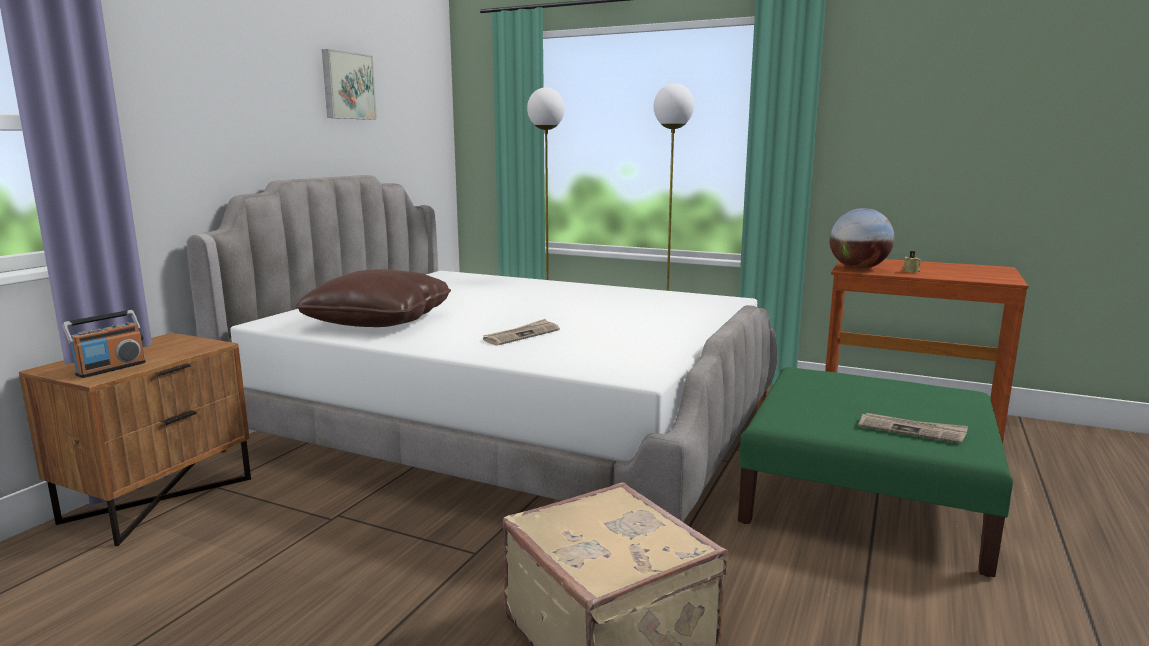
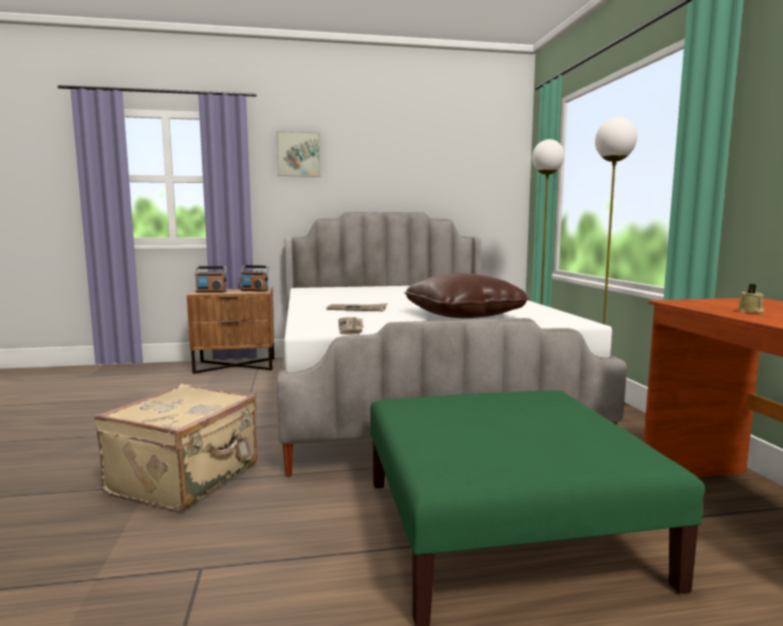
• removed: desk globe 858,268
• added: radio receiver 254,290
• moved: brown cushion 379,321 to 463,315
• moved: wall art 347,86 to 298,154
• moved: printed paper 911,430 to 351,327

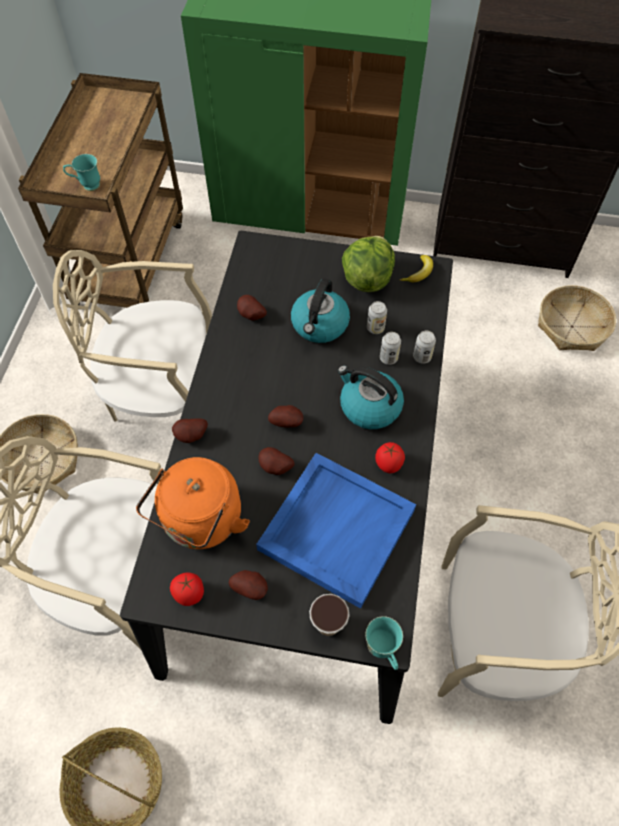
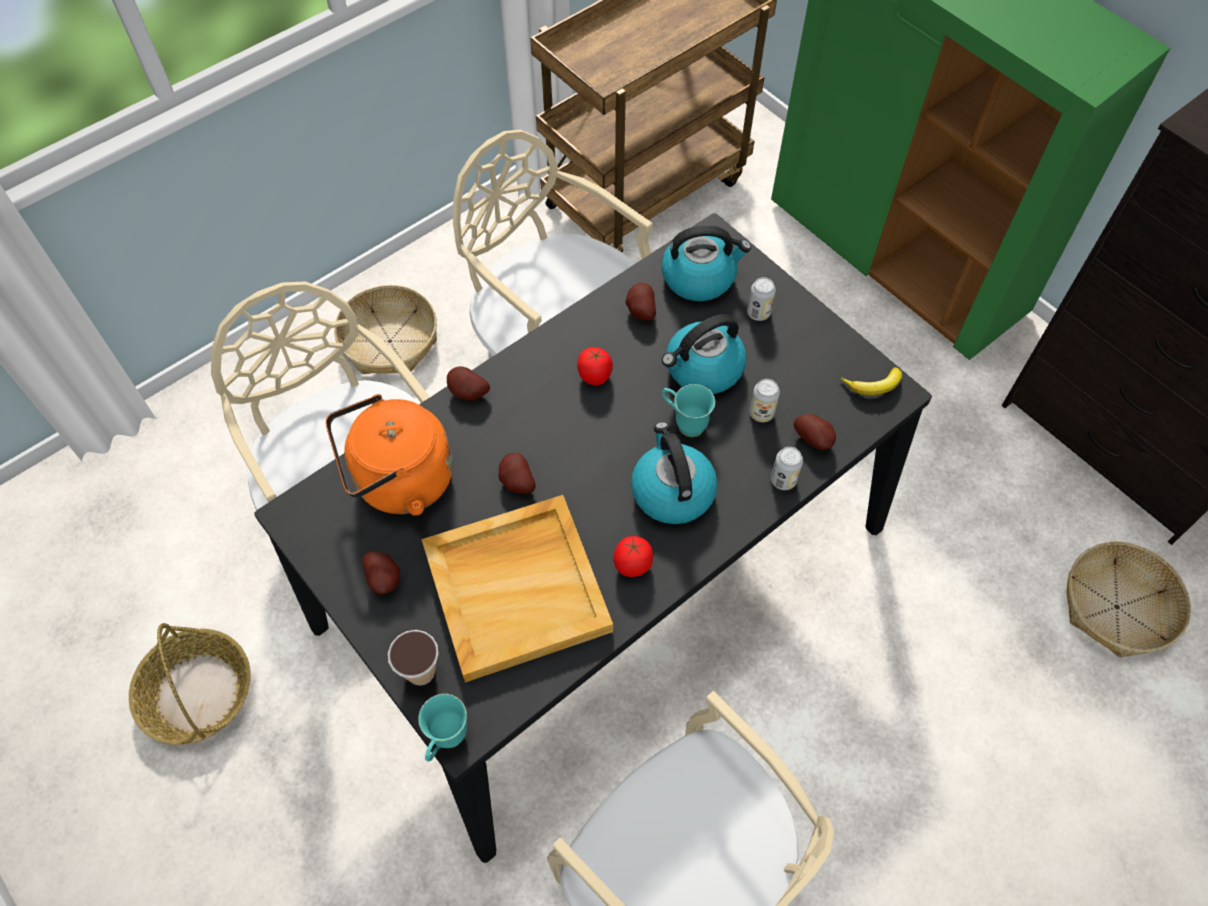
• removed: head of lettuce 367,279
• added: water kettle 699,277
• moved: turquoise tea mug 87,186 to 684,423
• moved: fresh tomato 189,593 to 594,376
• moved: spud 287,421 to 814,439
• moved: sealed can 388,358 to 758,313
• recoloured: blue carrying tray 336,528 to beige-coloured carrying tray 517,587

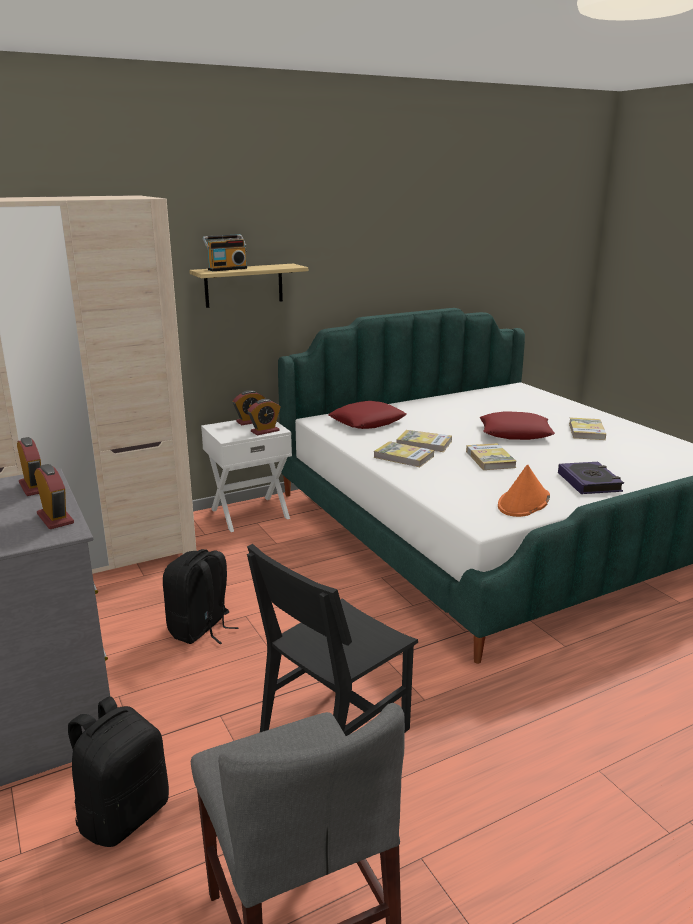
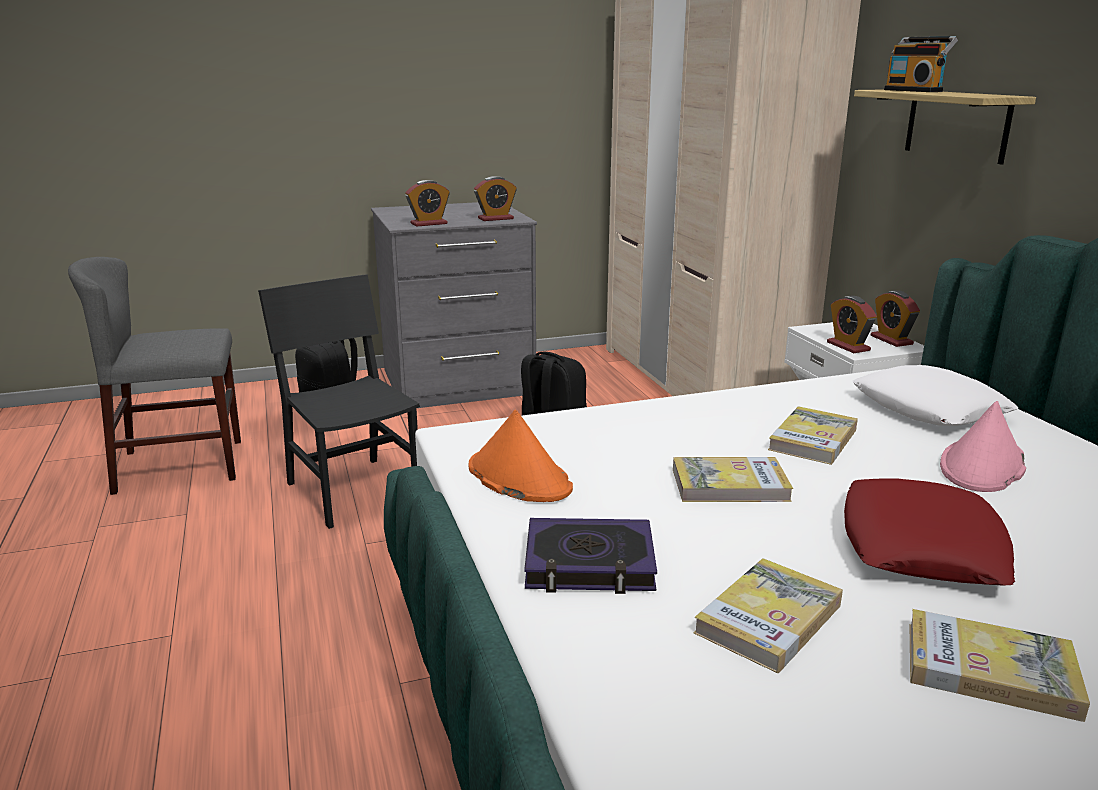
• added: pink clothing hat 982,466
• moved: bound book 403,457 to 768,619
• recoloured: red cushion 367,422 to white cushion 929,408

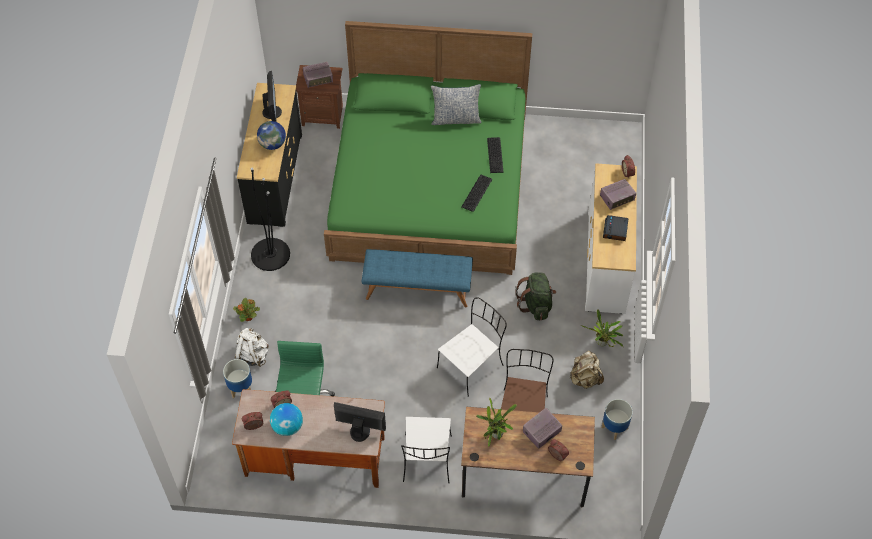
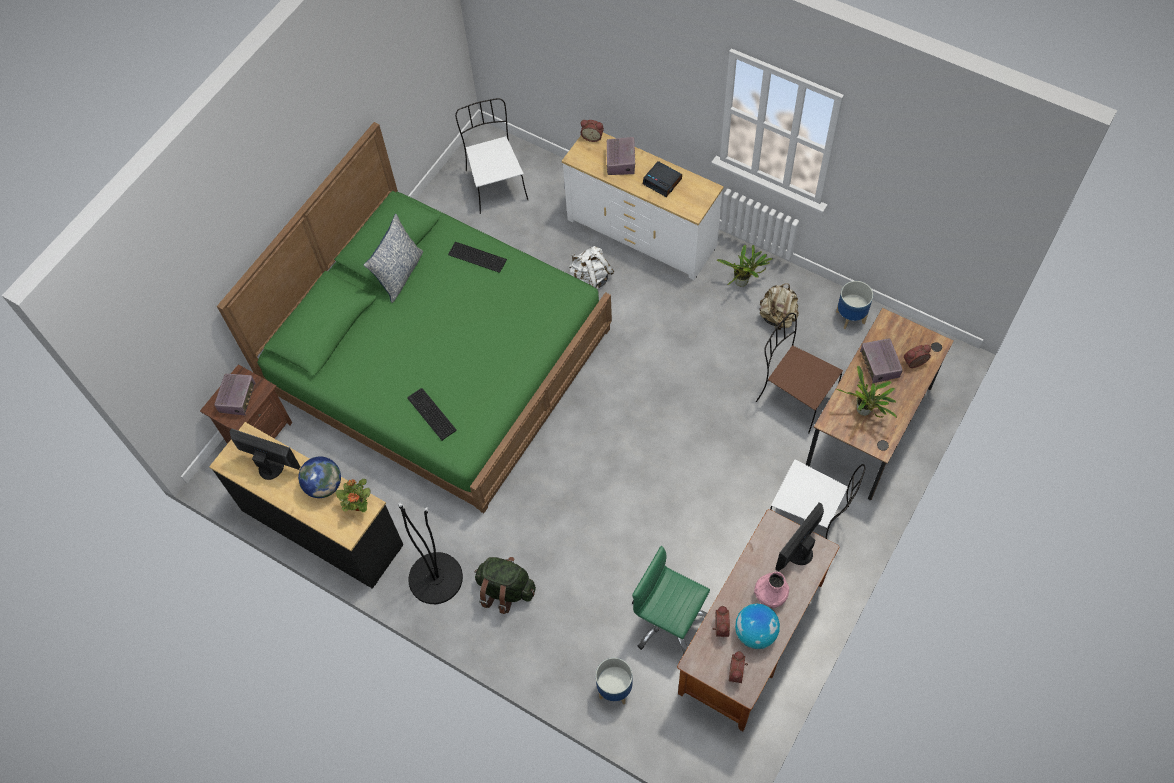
• removed: blue bench 418,288
• added: pink decorative vase 770,595
• moved: plant in a pot 248,317 to 358,505
• moved: white rucksack 253,355 to 591,278
• moved: white upright chair 471,365 to 496,184
• moved: PC keyboard 475,193 to 431,415
• moved: greenish rucksack 536,304 to 505,590

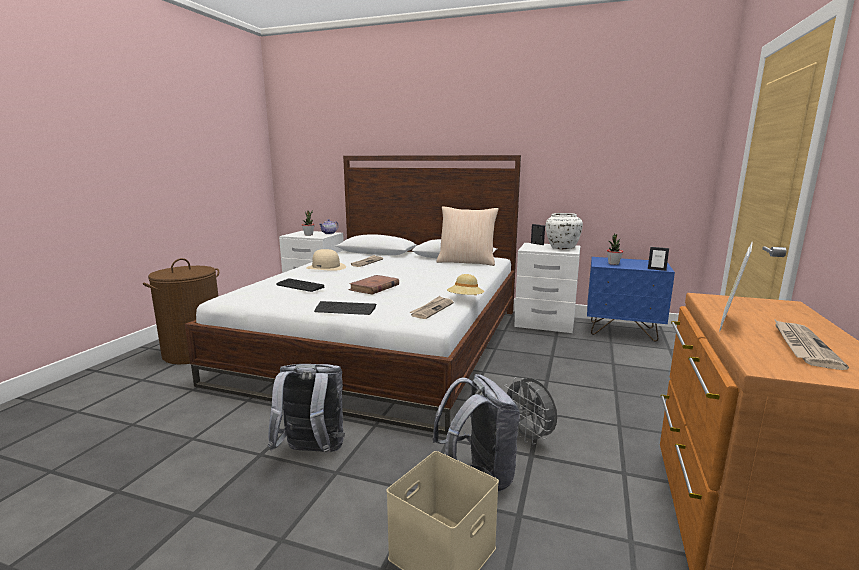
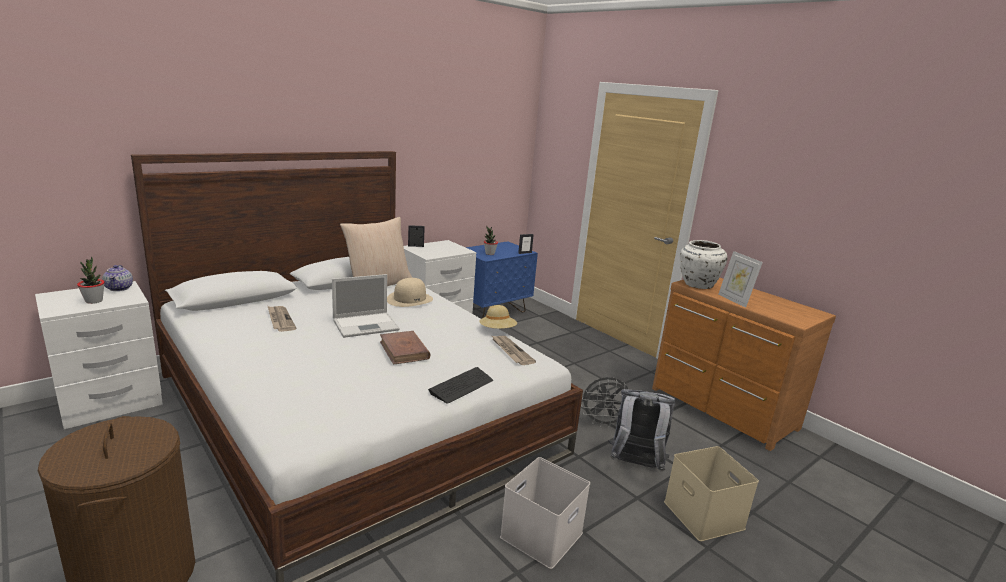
• removed: PC keyboard 299,286
• removed: printed paper 802,346
• added: notebook computer 367,325
• moved: beige-coloured clothing hat 326,267 to 410,299
• moved: white decorative vase 562,248 to 696,284
• replaced: grey rucksack 312,453 to white storage bin 542,536

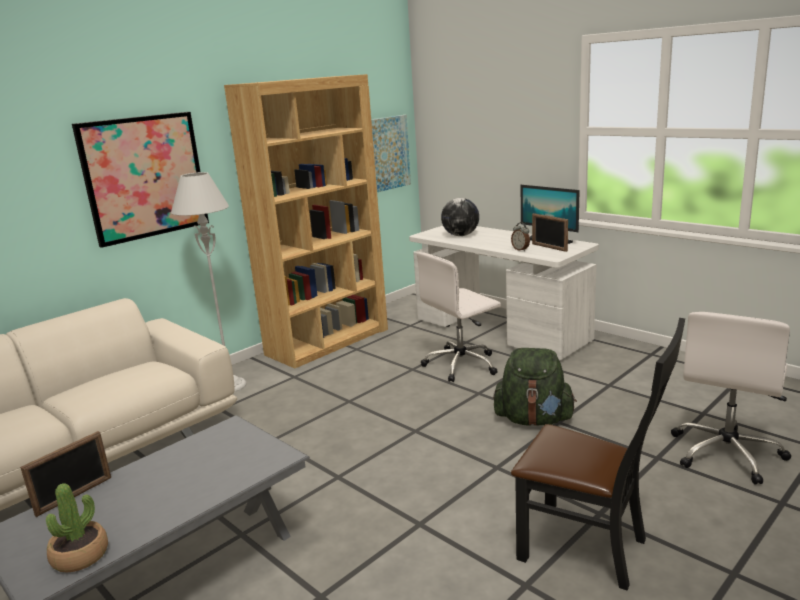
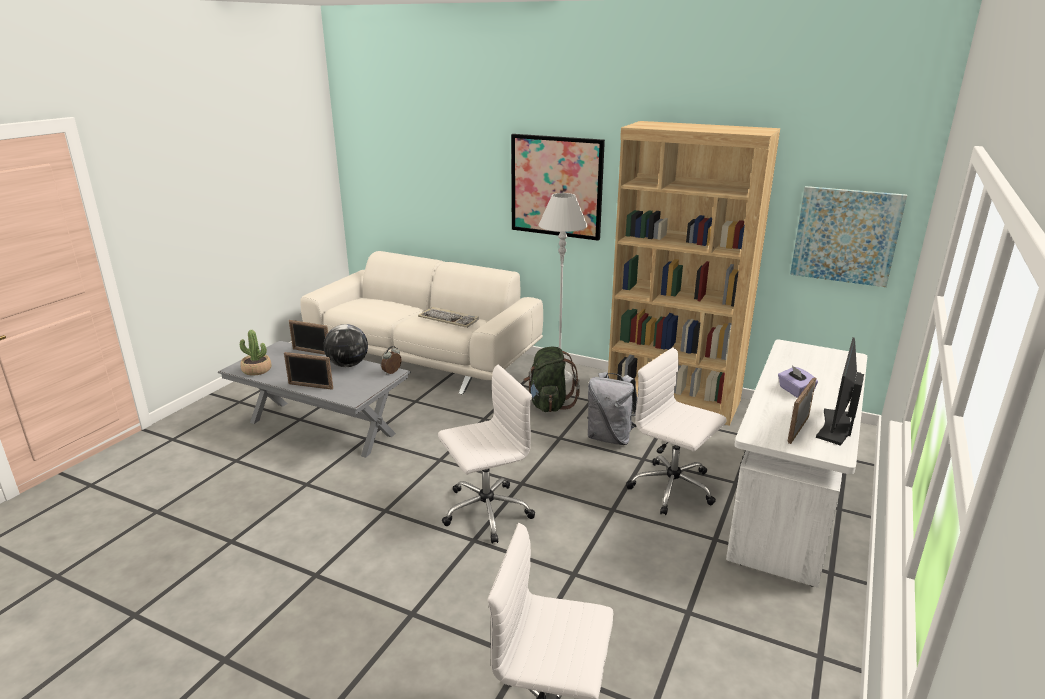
• removed: black-coloured upright chair 590,549
• added: photo frame 310,386
• added: PC keyboard 449,319
• added: white office chair 485,512
• added: grey rucksack 610,438
• added: purple box of tissues 795,391
• moved: desk globe 460,235 to 347,365
• moved: greenish rucksack 533,419 to 549,404
• moved: table clock 521,249 to 392,372

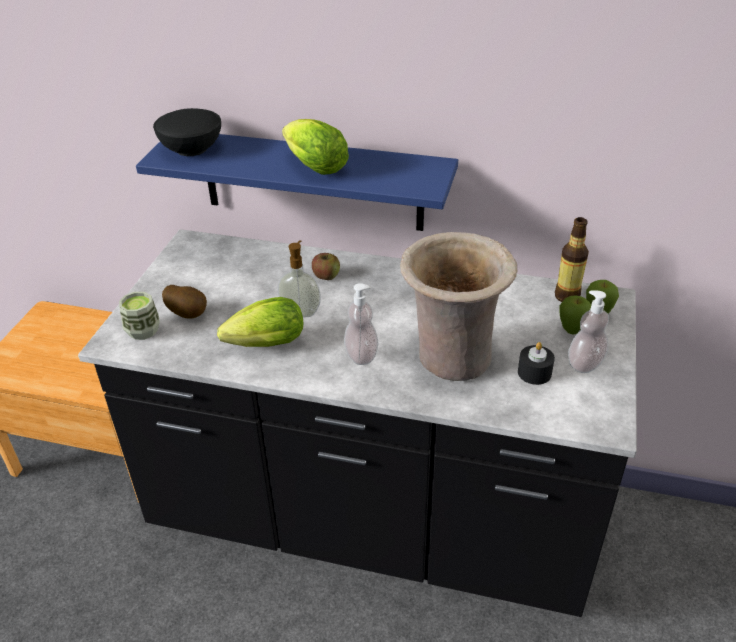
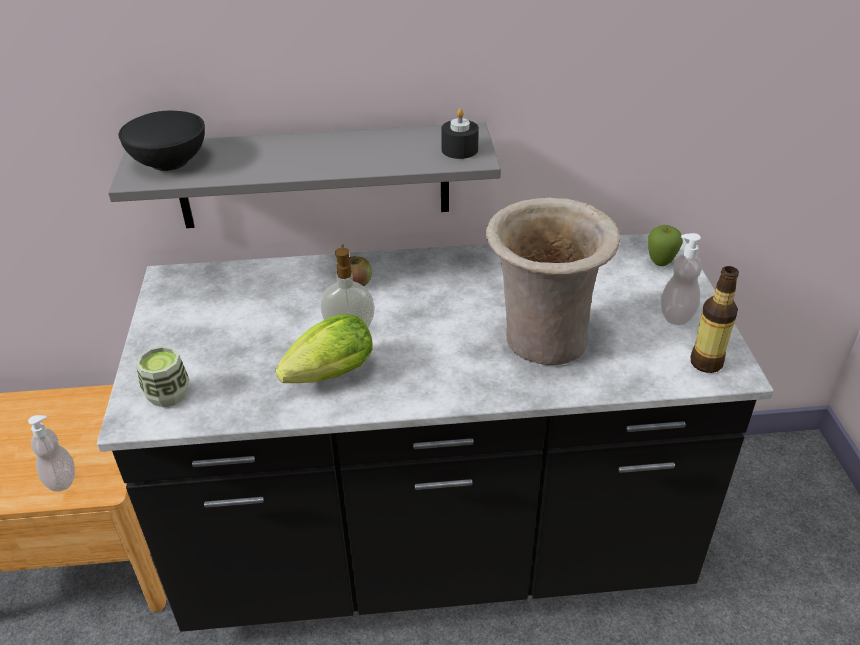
• removed: spud 189,313
• removed: head of lettuce 312,166
• removed: apple 571,331
• moved: soap dispenser 361,355 to 61,480
• moved: black-coloured wax light 534,373 to 459,150
• moved: drink bottle 567,296 to 706,363
• recoloured: blue wall shelf 312,180 to grey wall shelf 314,176

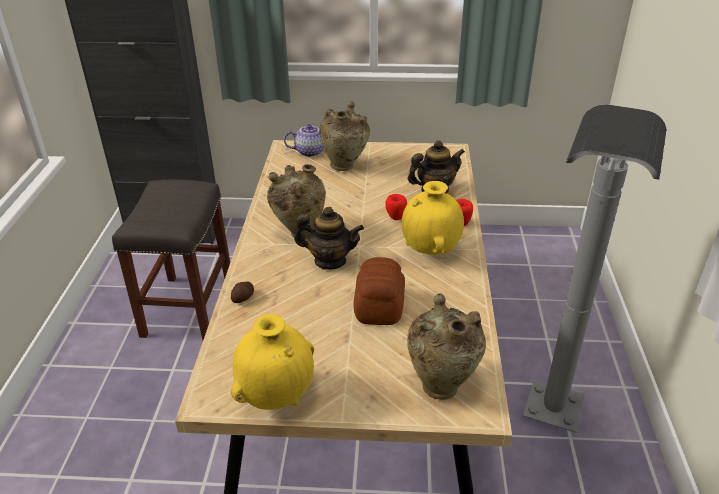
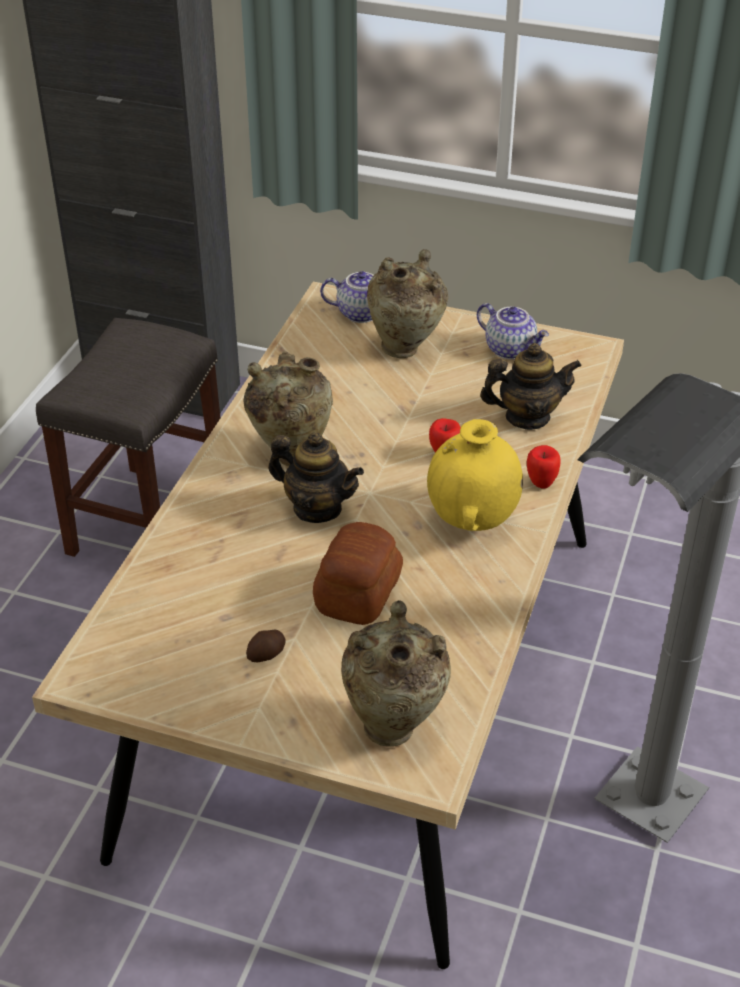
• removed: yellow-coloured decorative vase 277,396
• added: teapot 511,349
• moved: spud 244,298 to 267,654

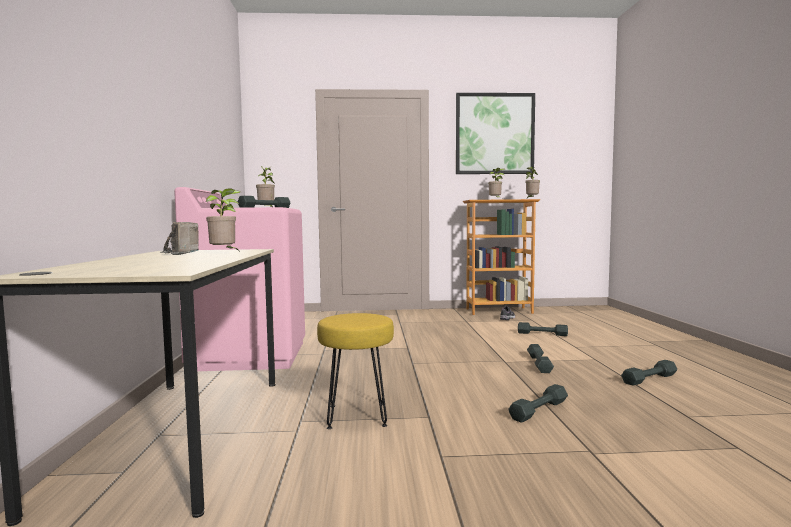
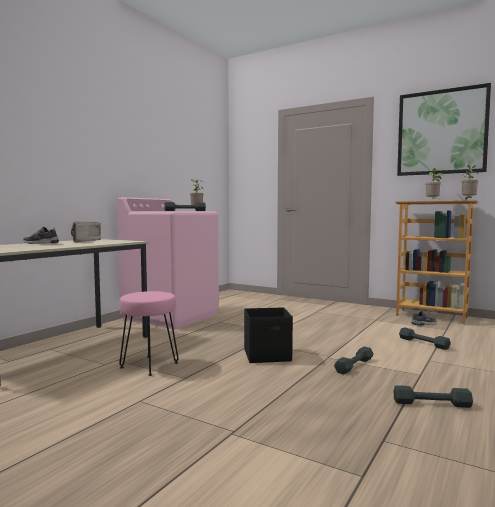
• removed: plant in a pot 225,253
• removed: grey hand weight 538,410
• added: shoe 41,243
• added: black-coloured storage bin 268,355
• recoloured: yellow-coloured stool 358,415 to pink stool 149,365

